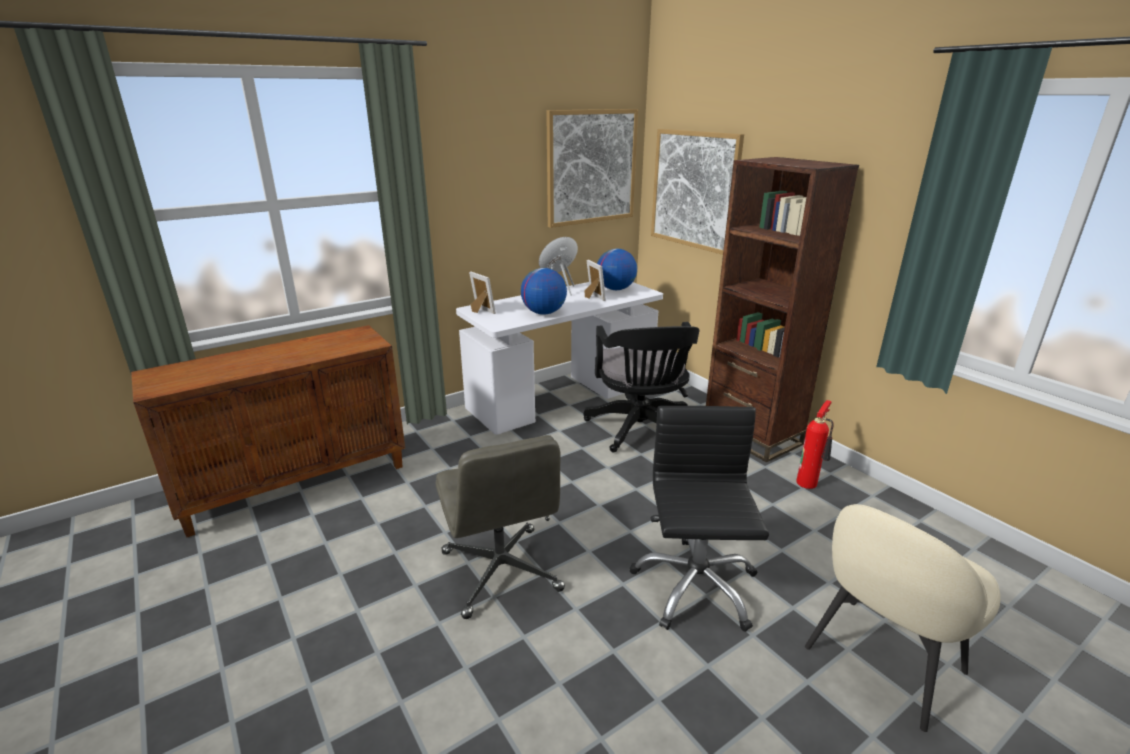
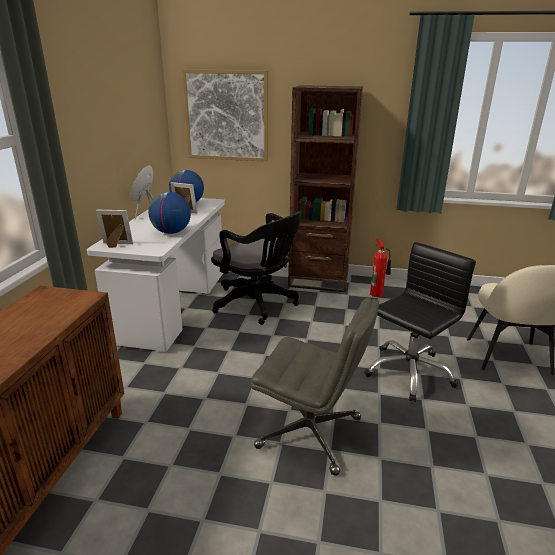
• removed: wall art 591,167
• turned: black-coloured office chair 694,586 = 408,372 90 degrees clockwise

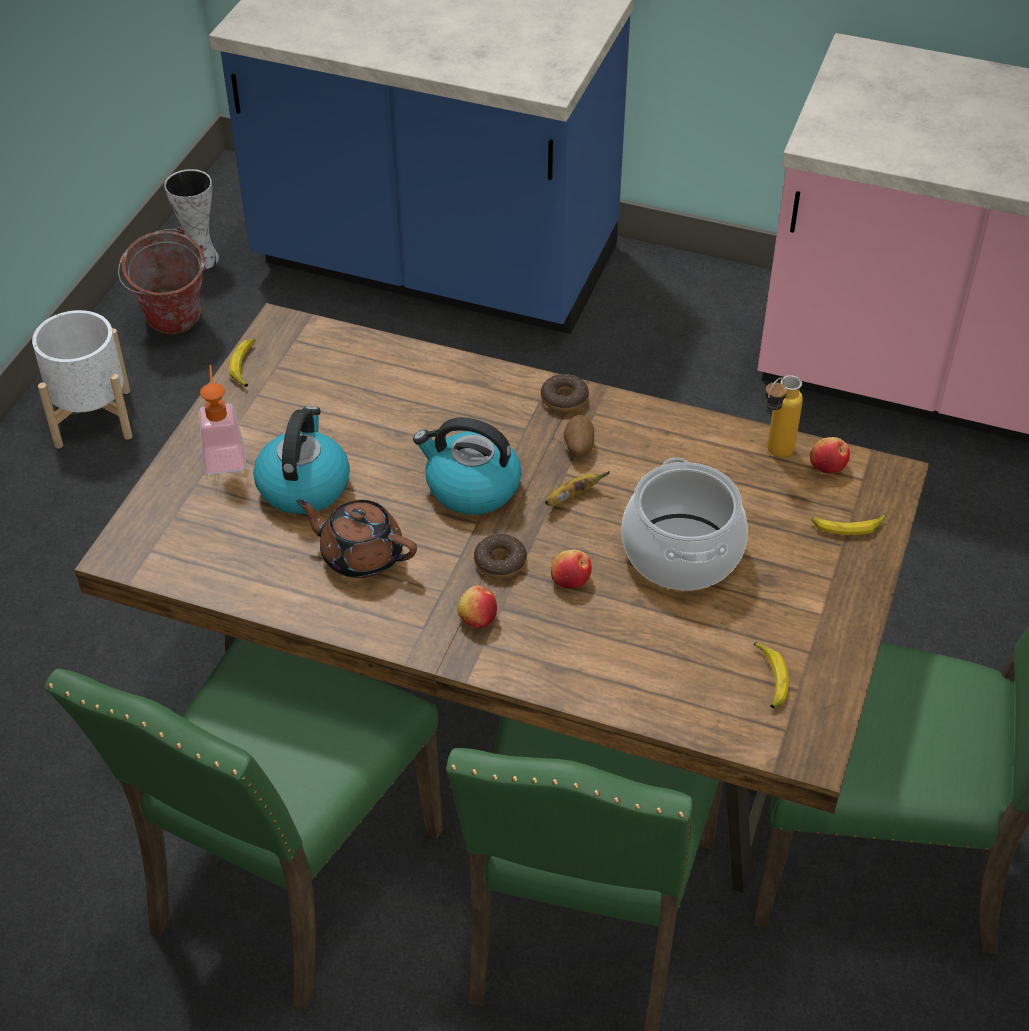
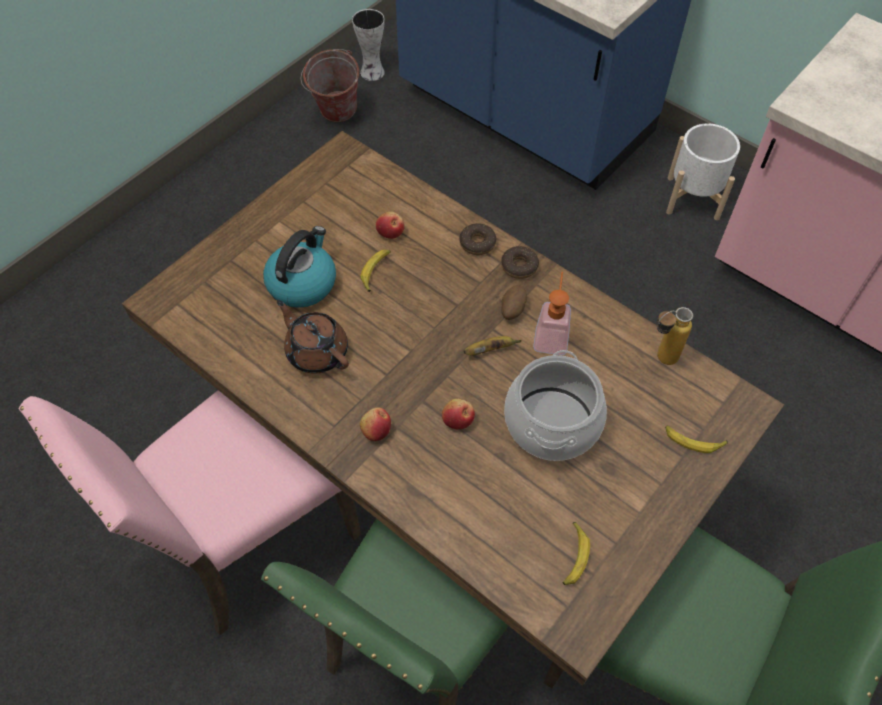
• removed: water kettle 471,487
• moved: white plant pot 92,418 to 692,198
• moved: soap dispenser 224,453 to 551,335
• moved: banana fruit 245,366 to 376,271
• moved: doughnut 500,562 to 477,243
• moved: apple 827,466 to 390,232
• recoloured: greenish upright chair 288,881 to pink upright chair 247,537

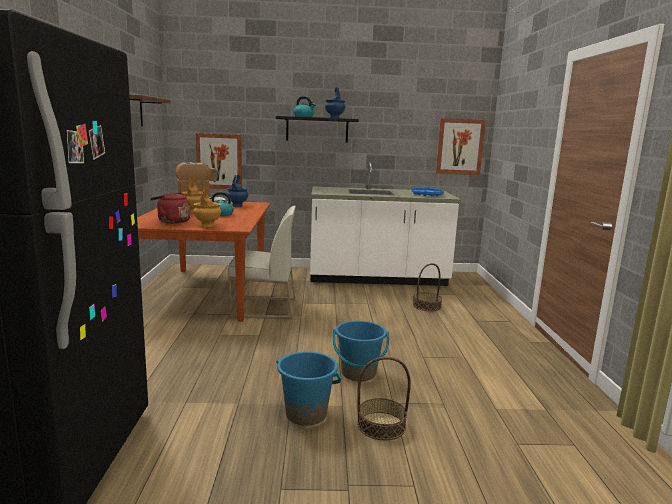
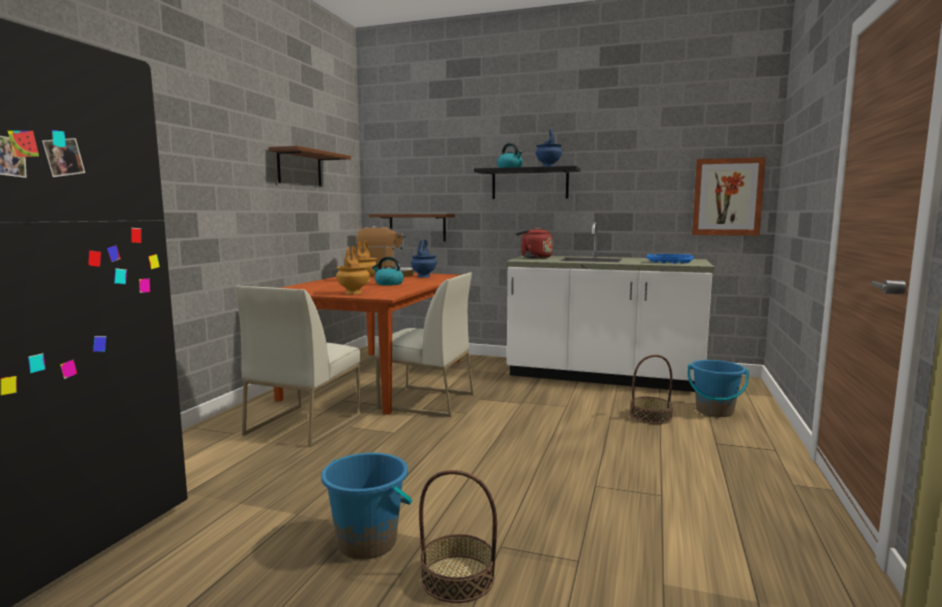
• added: white upright chair 303,424
• moved: red water kettle 172,221 to 534,257
• moved: blue bucket 358,373 to 714,411
• replaced: wall art 219,161 to brown wall shelf 417,227

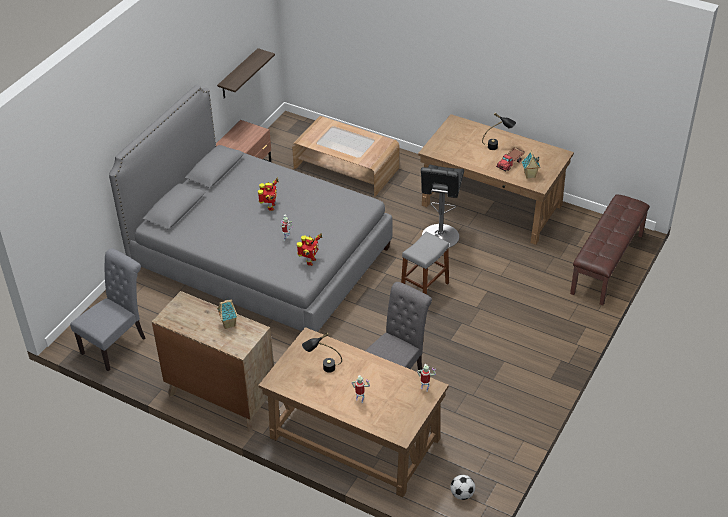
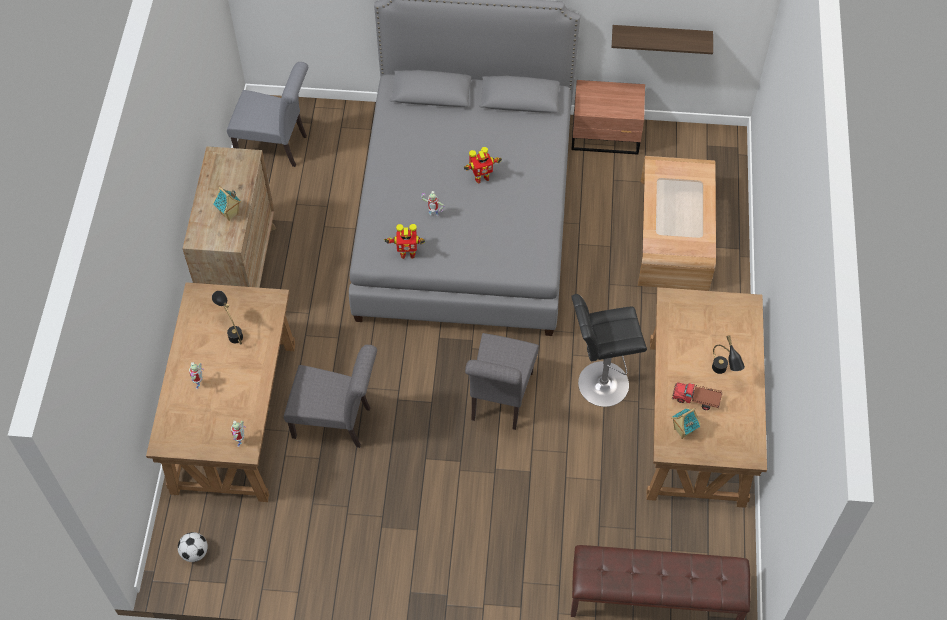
• replaced: grey stool 424,288 to grey upright chair 499,400

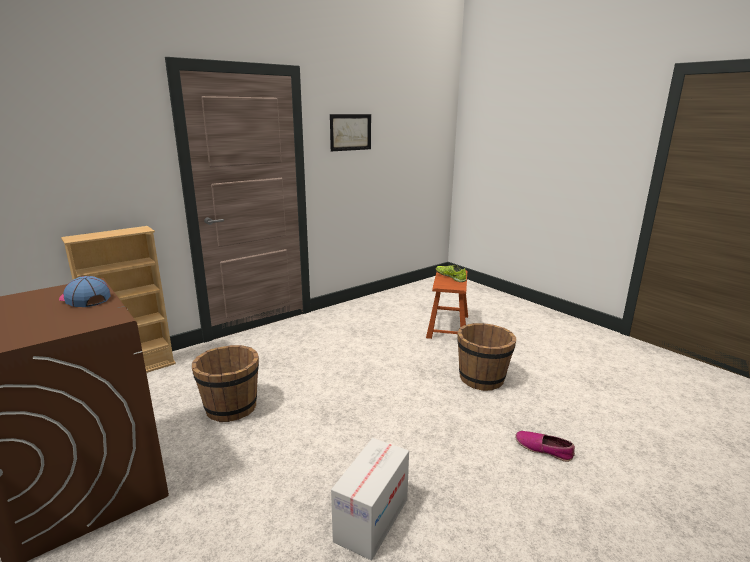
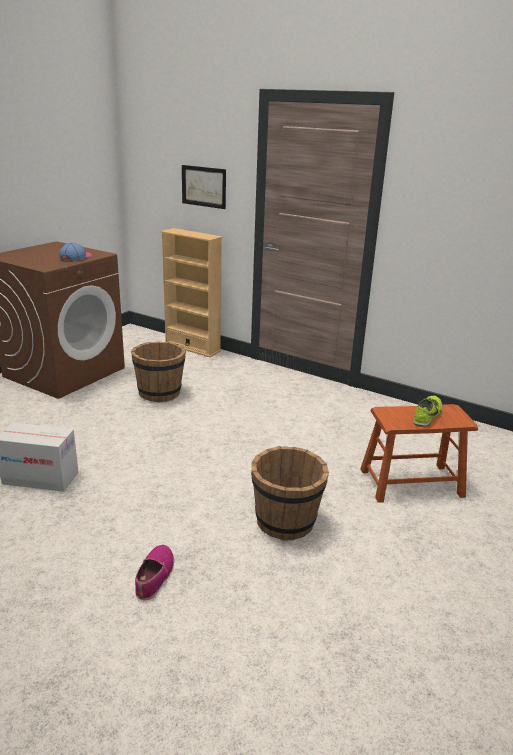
• moved: wall art 350,132 to 203,186

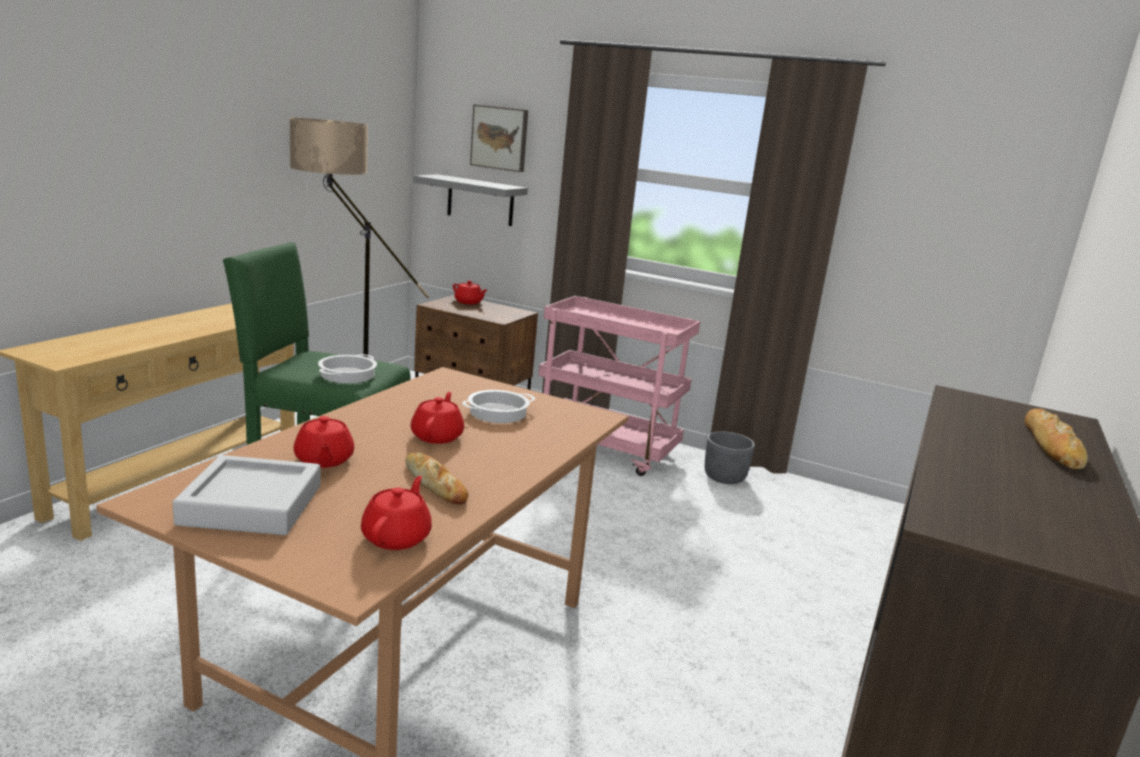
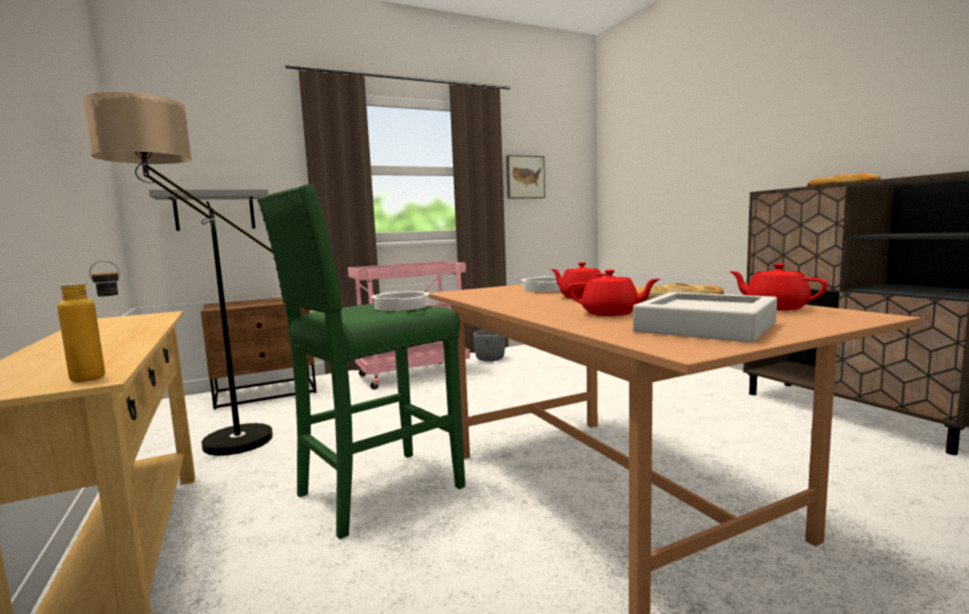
• removed: red teapot 468,302
• added: drink bottle 102,376
• moved: wall art 500,138 to 524,177

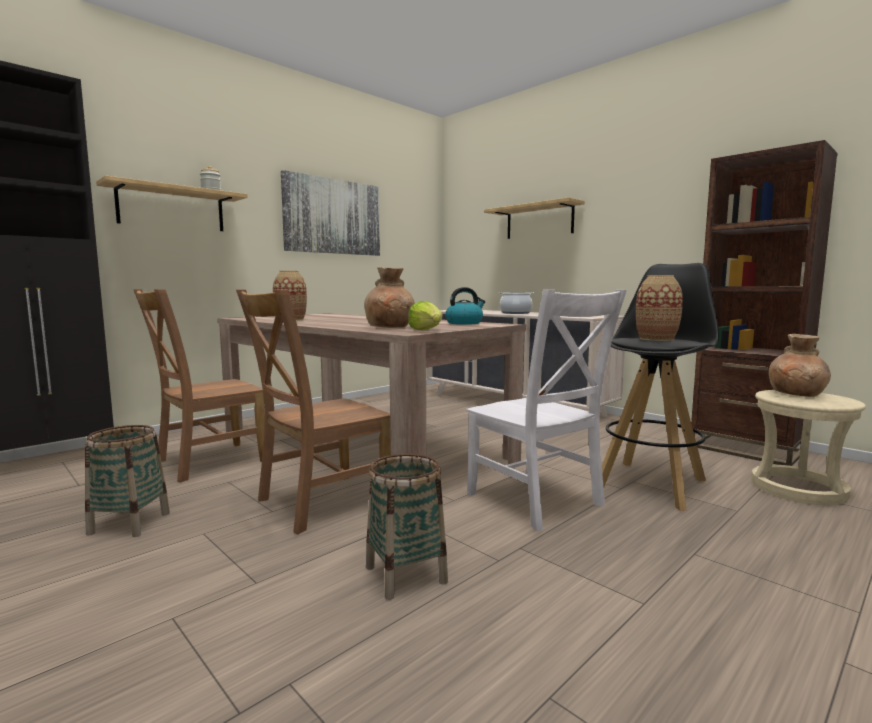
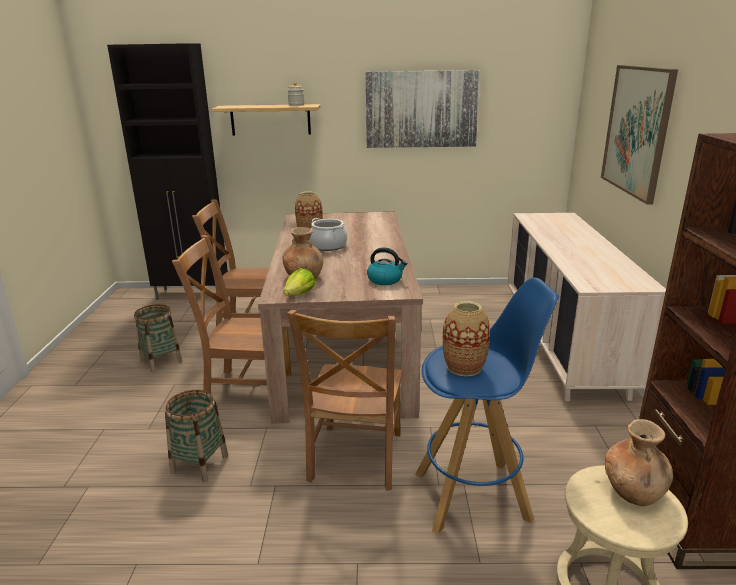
• moved: cooking pot 515,313 to 328,246
• replaced: wall shelf 539,221 to wall art 637,130
• recoloured: white upright chair 537,501 to brown upright chair 355,459
• recoloured: black-coloured stool 651,483 to blue stool 473,495

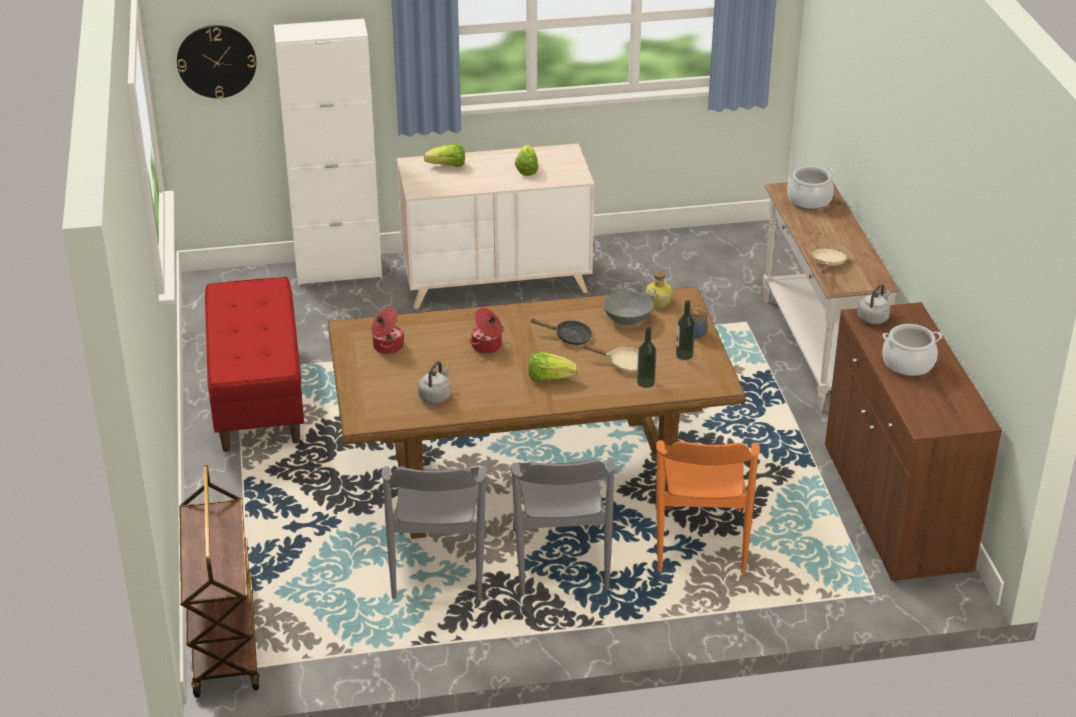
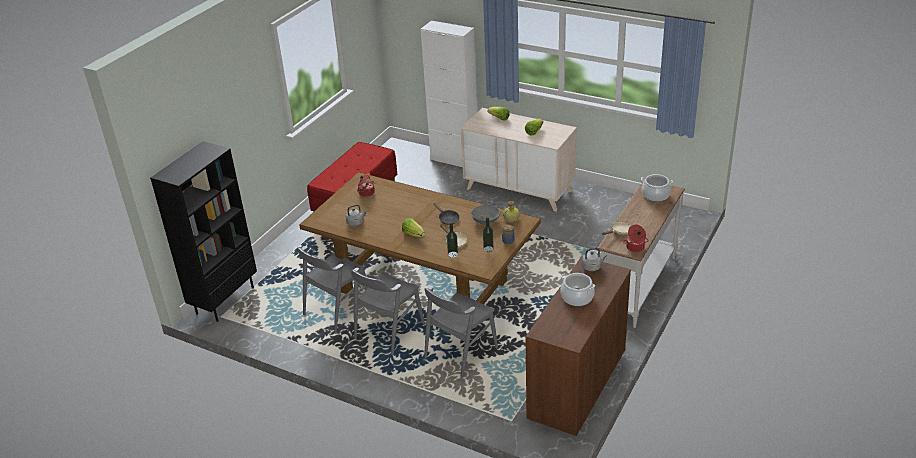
• removed: clock on the wall 216,61
• moved: cooking pot 487,346 to 635,247
• replaced: brown trolley 223,640 to black-coloured shelving unit 225,300
• recoloured: orangey upright chair 699,541 to grey upright chair 460,353

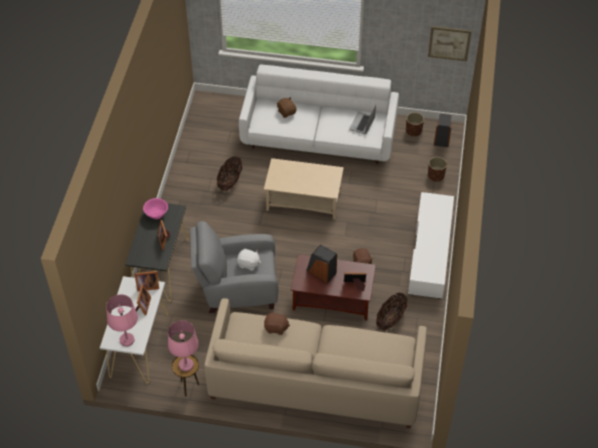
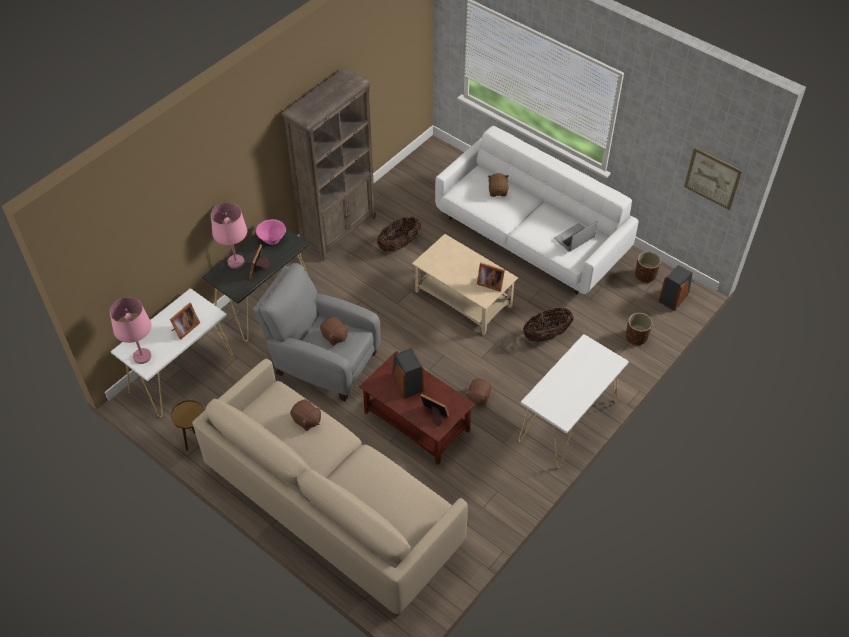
• added: brown shelving unit 339,231
• moved: photo frame 147,286 to 489,283
• moved: pink table lamp 186,365 to 235,262
• moved: storage basket 390,319 to 546,335
• replaced: white tv stand 430,252 to white hall table 567,421
• recoloured: white plush toy 248,264 to brown plush toy 334,336

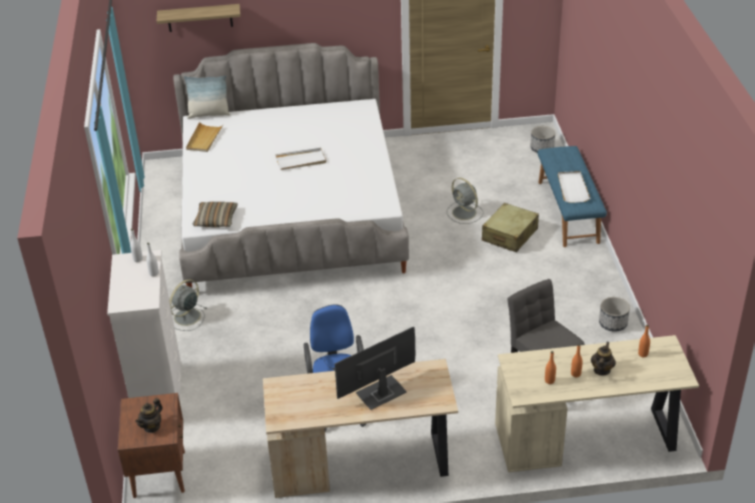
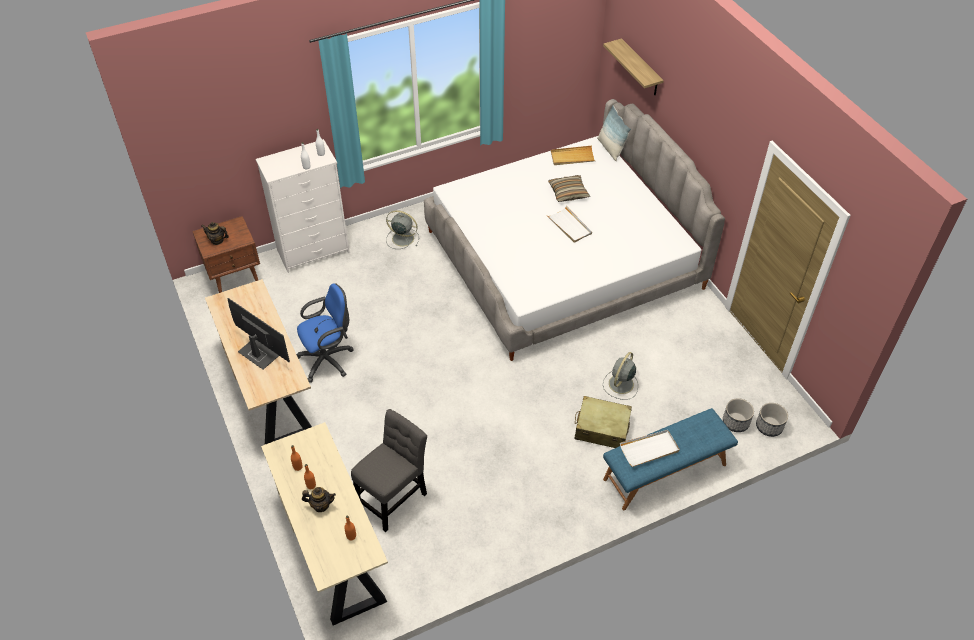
• moved: cushion 216,219 to 568,193
• moved: plant pot 612,323 to 736,422

